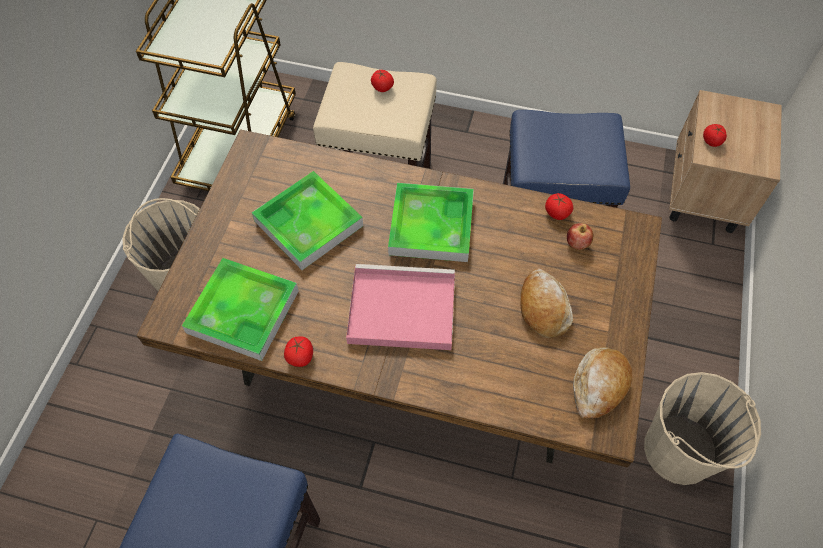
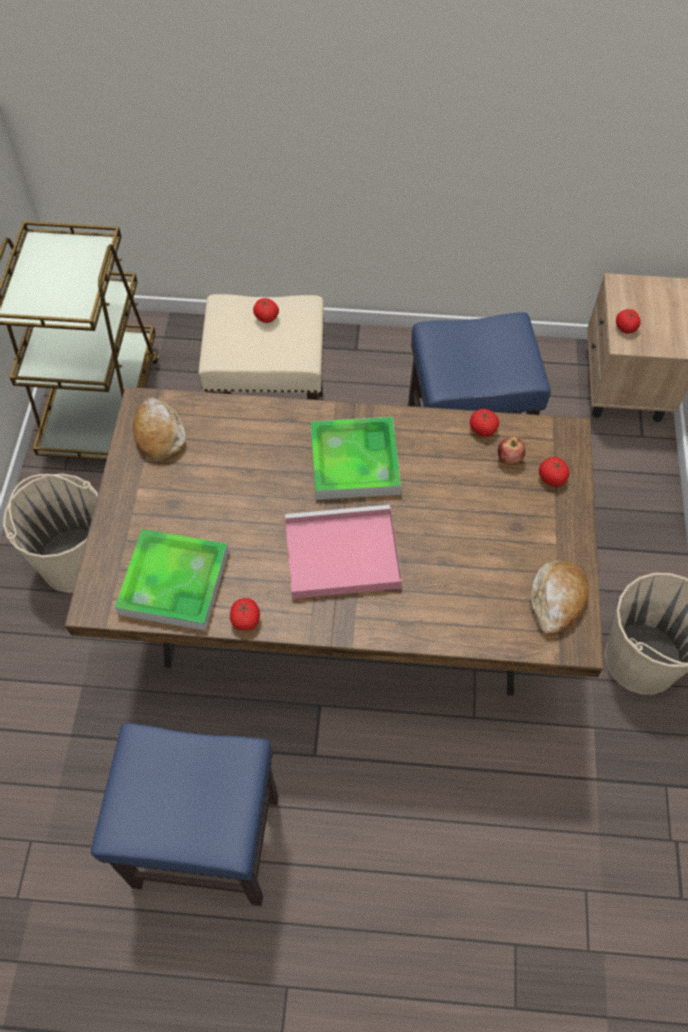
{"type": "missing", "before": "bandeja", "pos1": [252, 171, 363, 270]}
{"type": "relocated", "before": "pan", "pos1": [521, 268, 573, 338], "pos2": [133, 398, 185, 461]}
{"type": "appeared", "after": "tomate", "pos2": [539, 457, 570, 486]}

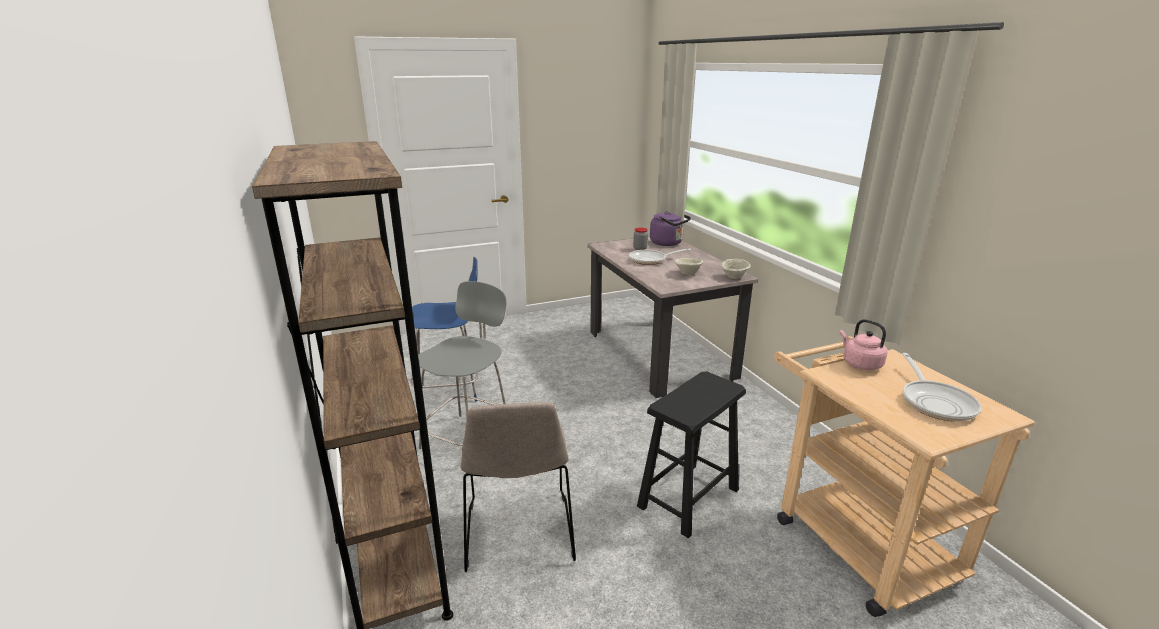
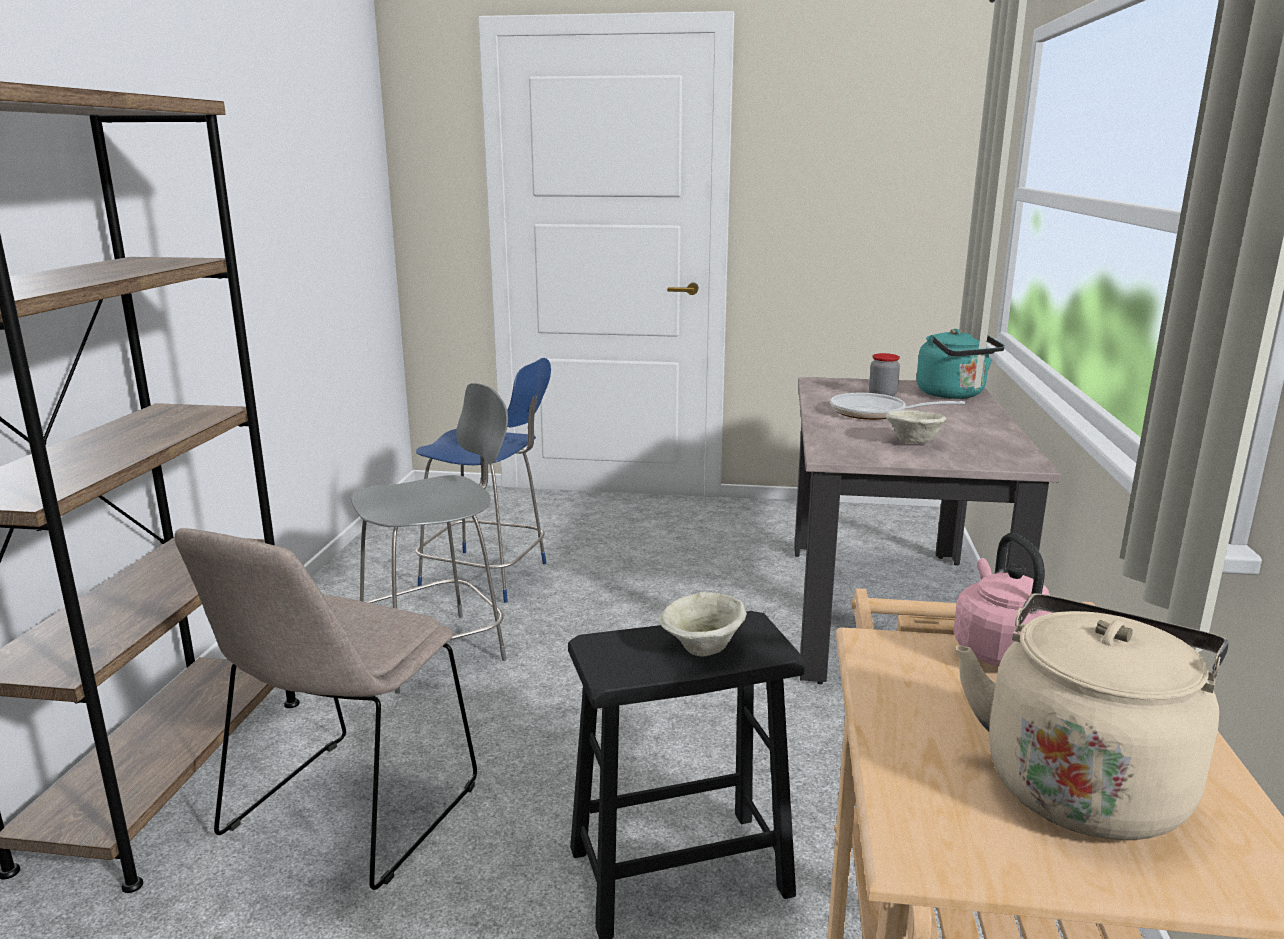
{"type": "colour", "before": "hervidor (morado)", "after": "hervidor (turquesa)", "pos1": [650, 211, 691, 246], "pos2": [917, 329, 1005, 399]}
{"type": "relocated", "before": "cuenco (beis)", "pos1": [721, 259, 751, 279], "pos2": [659, 592, 747, 657]}
{"type": "exchanged", "before": "sartén", "after": "hervidor (beis)", "pos1": [902, 353, 981, 422], "pos2": [956, 593, 1228, 840]}

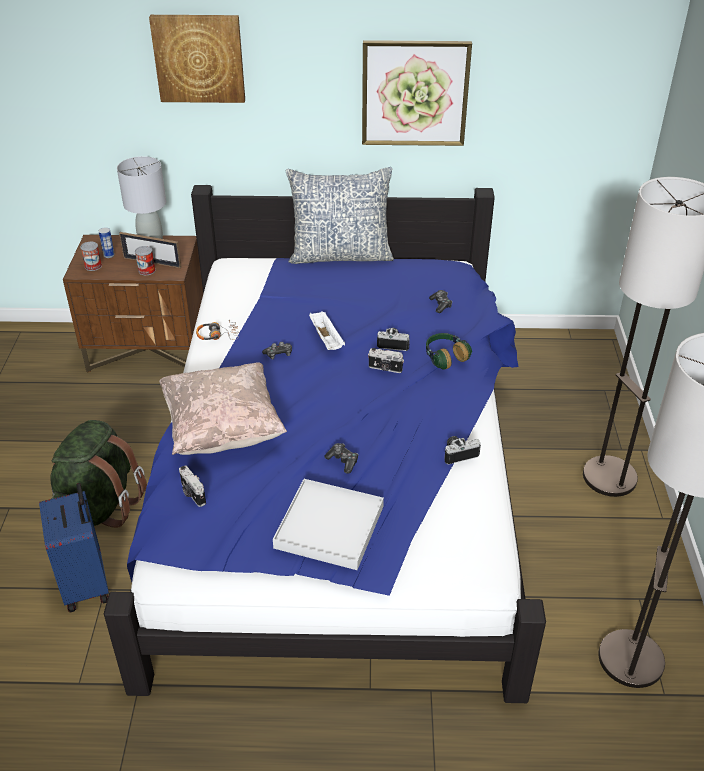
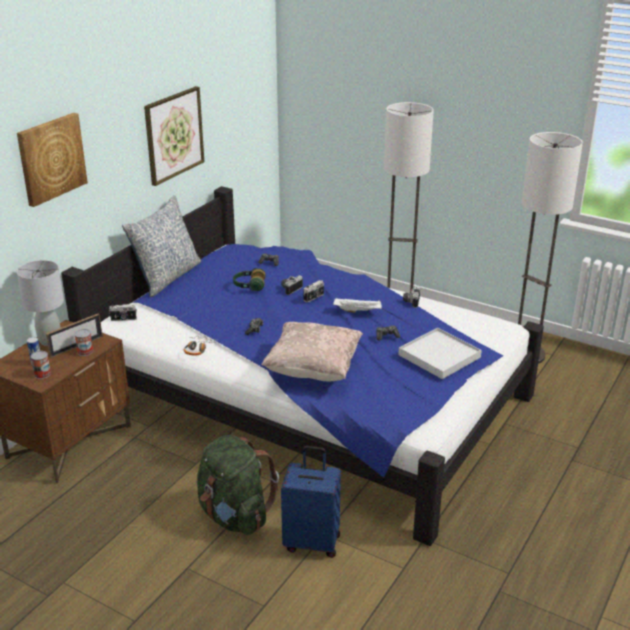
{"type": "relocated", "before": "cámara", "pos1": [179, 465, 206, 507], "pos2": [109, 304, 137, 321]}
{"type": "relocated", "before": "bandeja (blanco)", "pos1": [309, 311, 345, 350], "pos2": [333, 298, 382, 313]}
{"type": "relocated", "before": "auriculares", "pos1": [426, 333, 472, 370], "pos2": [233, 268, 266, 291]}

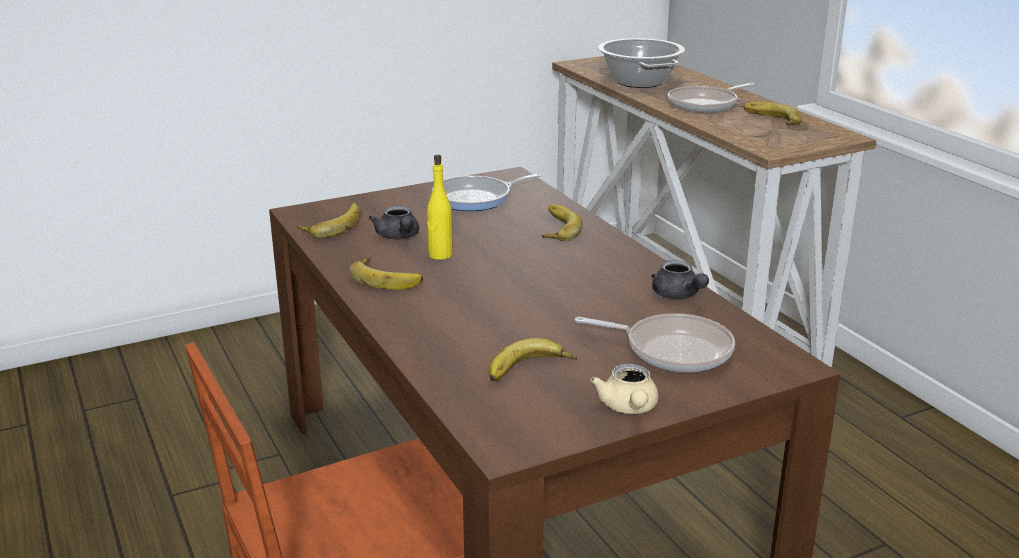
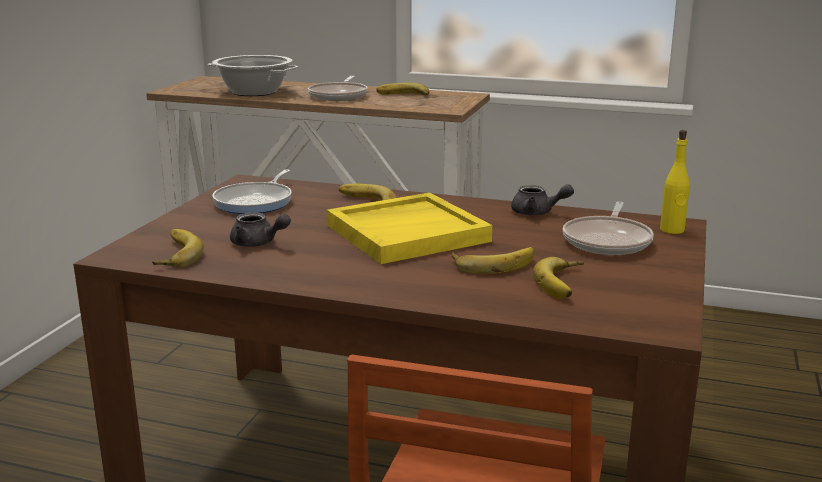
{"type": "relocated", "before": "plátano", "pos1": [349, 256, 423, 290], "pos2": [452, 247, 534, 274]}
{"type": "relocated", "before": "botella (amarillo)", "pos1": [427, 155, 453, 260], "pos2": [660, 130, 690, 234]}
{"type": "spun", "before": "sartén", "pos1": [575, 313, 735, 373], "pos2": [563, 201, 654, 255], "turn": 135}
{"type": "missing", "before": "tetera (beis)", "pos1": [590, 364, 659, 414]}
{"type": "appeared", "after": "bandeja (amarillo)", "pos2": [327, 193, 492, 264]}

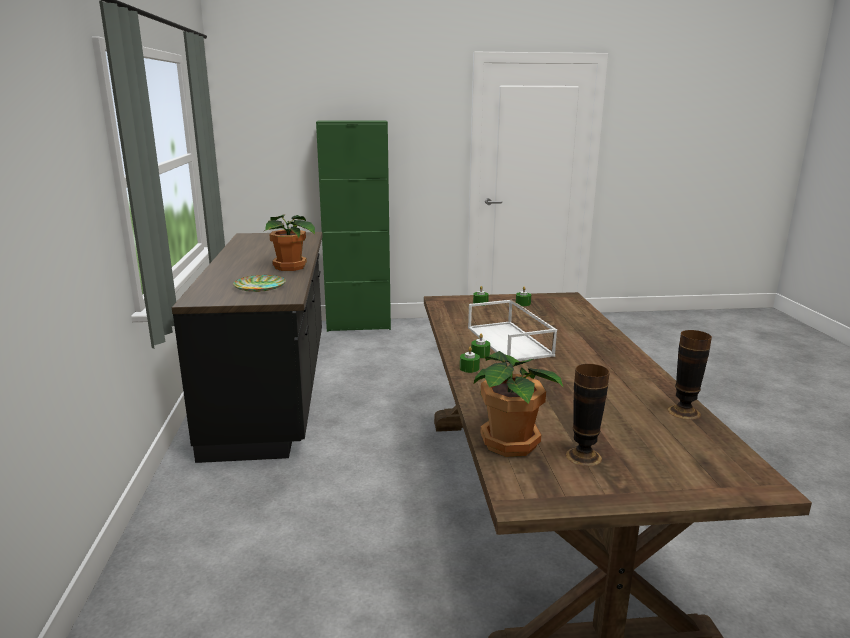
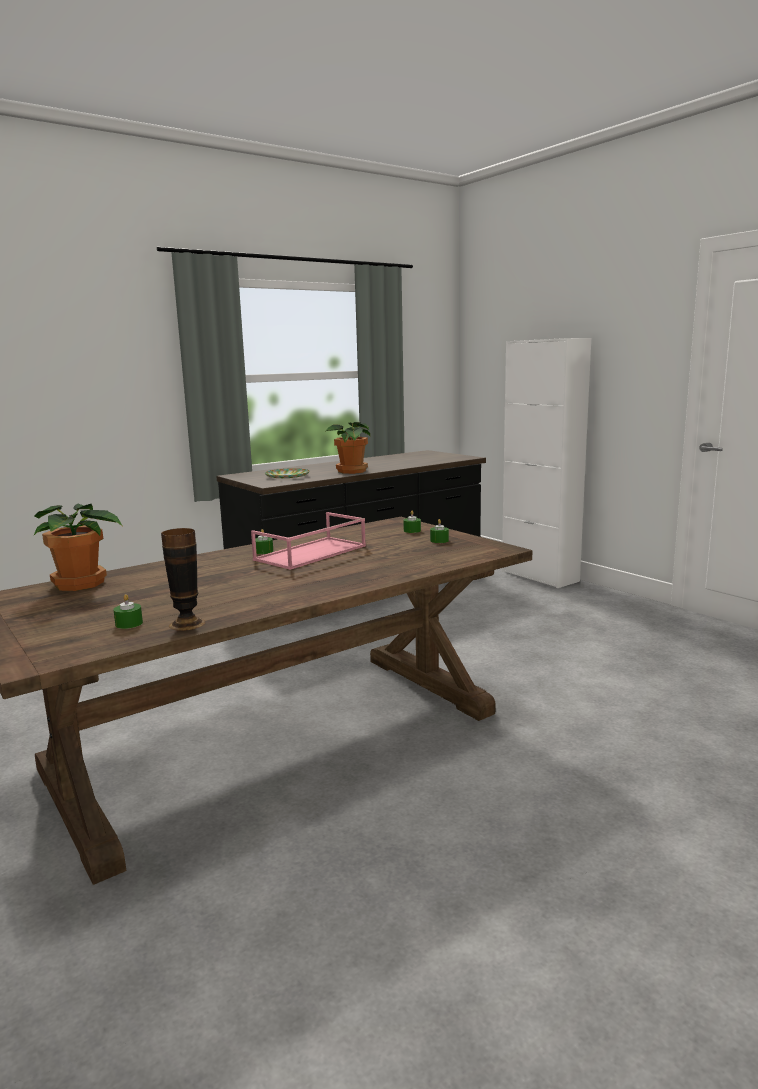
{"type": "colour", "before": "armario (verde)", "after": "armario (blanco)", "pos1": [316, 121, 391, 332], "pos2": [502, 338, 591, 588]}
{"type": "relocated", "before": "vela (verde)", "pos1": [460, 347, 480, 373], "pos2": [113, 594, 143, 629]}
{"type": "colour", "before": "bandeja (blanco)", "after": "bandeja (rosa)", "pos1": [468, 300, 557, 363], "pos2": [251, 512, 366, 570]}
{"type": "missing", "before": "florero", "pos1": [566, 364, 610, 467]}

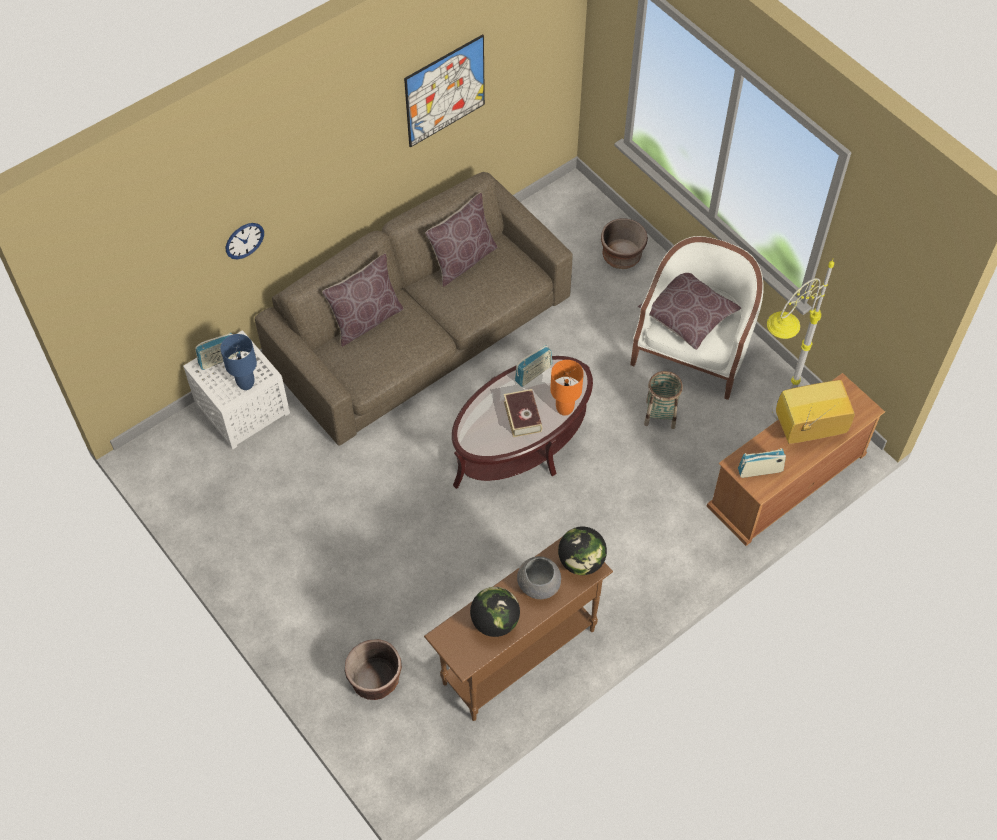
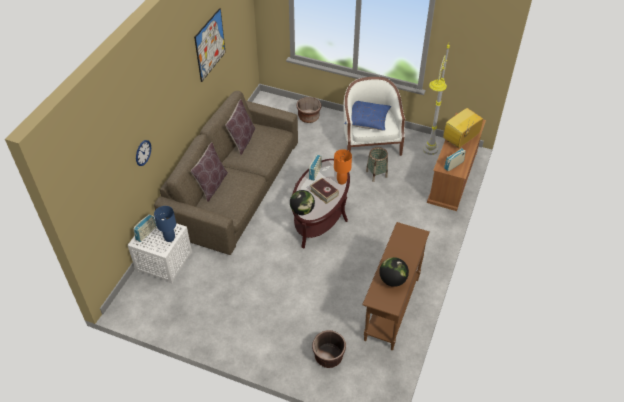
{"type": "missing", "before": "cuenco (gris)", "pos1": [517, 556, 561, 599]}
{"type": "relocated", "before": "globo terráqueo", "pos1": [558, 527, 607, 575], "pos2": [290, 190, 315, 215]}
{"type": "colour", "before": "cojín (marrón)", "after": "cojín (azul)", "pos1": [638, 273, 741, 350], "pos2": [344, 101, 391, 131]}

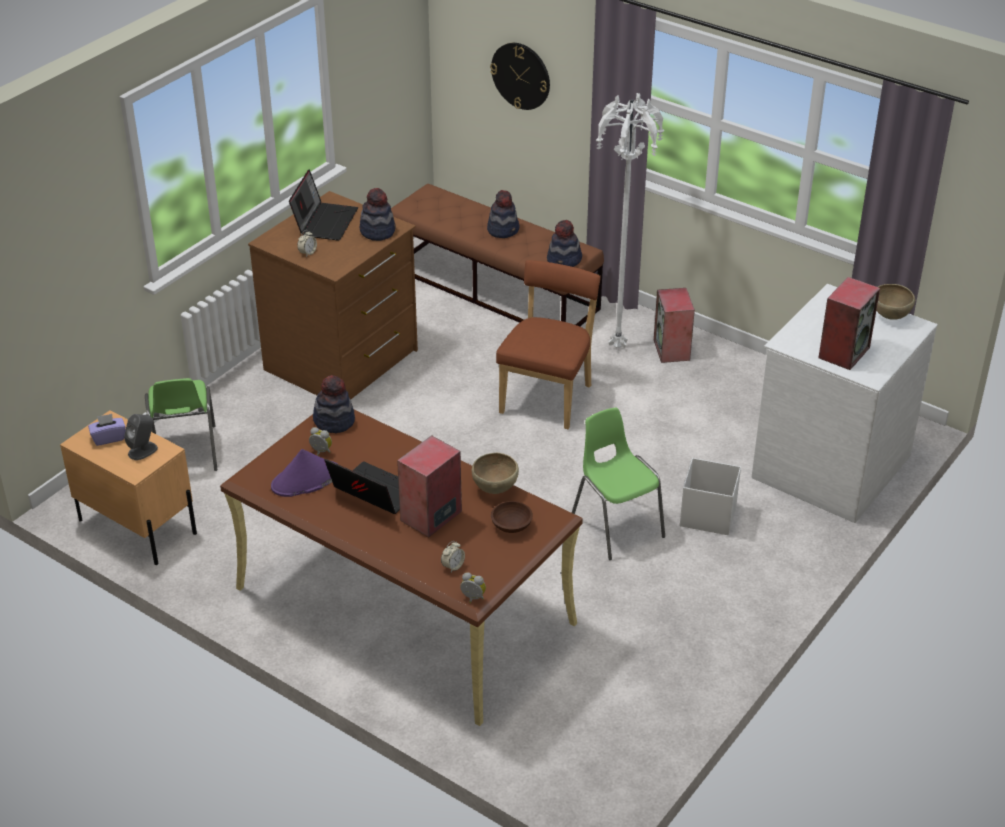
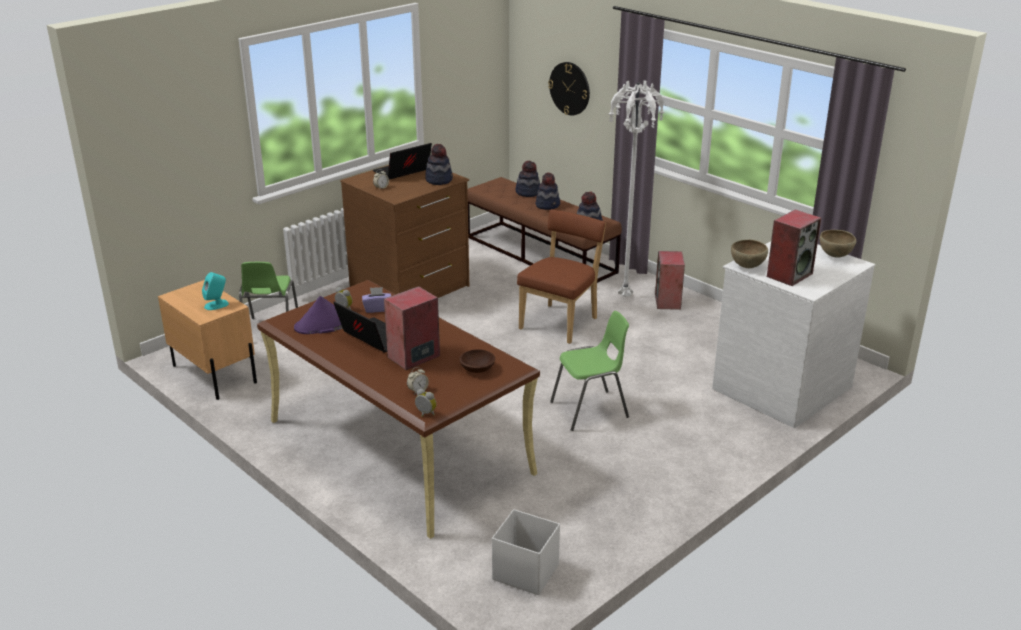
{"type": "relocated", "before": "caja de pañuelos (morado)", "pos1": [88, 414, 126, 446], "pos2": [362, 287, 391, 313]}
{"type": "colour", "before": "altavoz (gris)", "after": "altavoz (turquesa)", "pos1": [124, 414, 158, 460], "pos2": [202, 272, 229, 310]}
{"type": "spun", "before": "portátil", "pos1": [289, 169, 358, 241], "pos2": [373, 143, 432, 180], "turn": -150}
{"type": "relocated", "before": "sombrero", "pos1": [313, 375, 355, 433], "pos2": [516, 161, 540, 197]}
{"type": "relocated", "before": "cuenco (marrón)", "pos1": [472, 453, 519, 494], "pos2": [731, 240, 768, 268]}
{"type": "spun", "before": "silla (verde)", "pos1": [572, 408, 665, 560], "pos2": [550, 311, 629, 431], "turn": 90}
{"type": "relocated", "before": "caja de almacenaje (blanco)", "pos1": [680, 458, 741, 535], "pos2": [492, 509, 560, 595]}

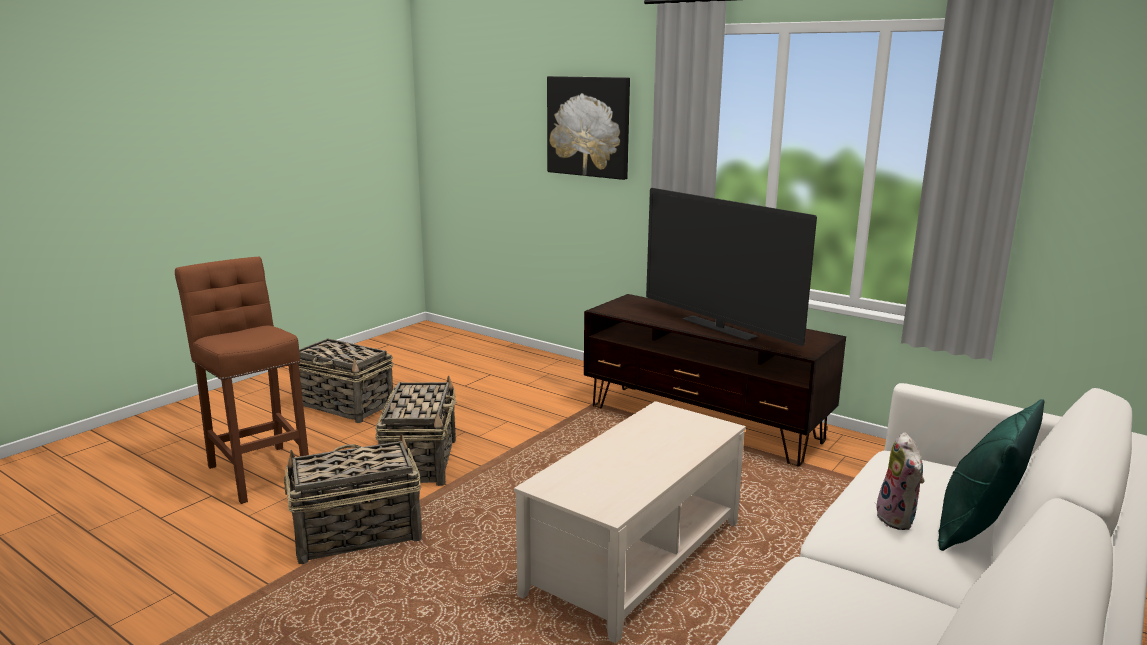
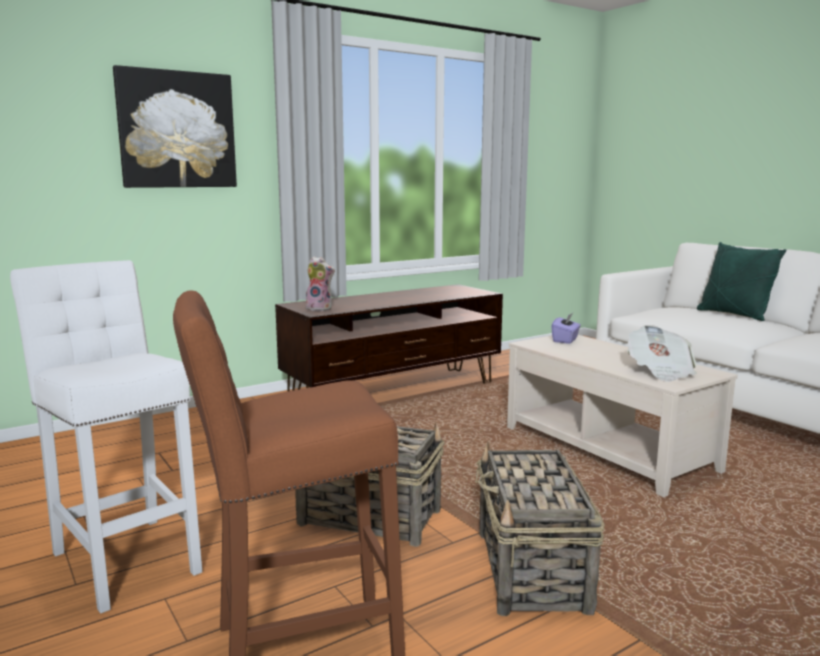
{"type": "exchanged", "before": "cesta", "after": "taburete (blanco)", "pos1": [298, 338, 393, 423], "pos2": [10, 260, 203, 613]}
{"type": "missing", "before": "televisor", "pos1": [646, 188, 817, 346]}
{"type": "relocated", "before": "peluche", "pos1": [876, 432, 925, 530], "pos2": [304, 256, 335, 311]}
{"type": "appeared", "after": "caja de pañuelos (morado)", "pos2": [551, 313, 581, 344]}
{"type": "appeared", "after": "periódico", "pos2": [627, 325, 697, 382]}

